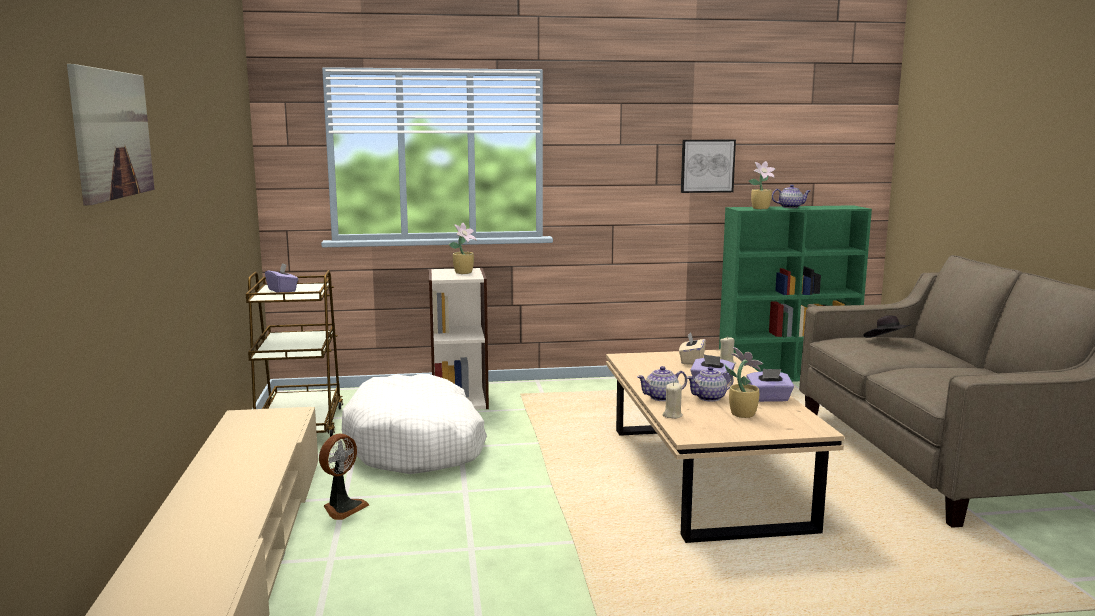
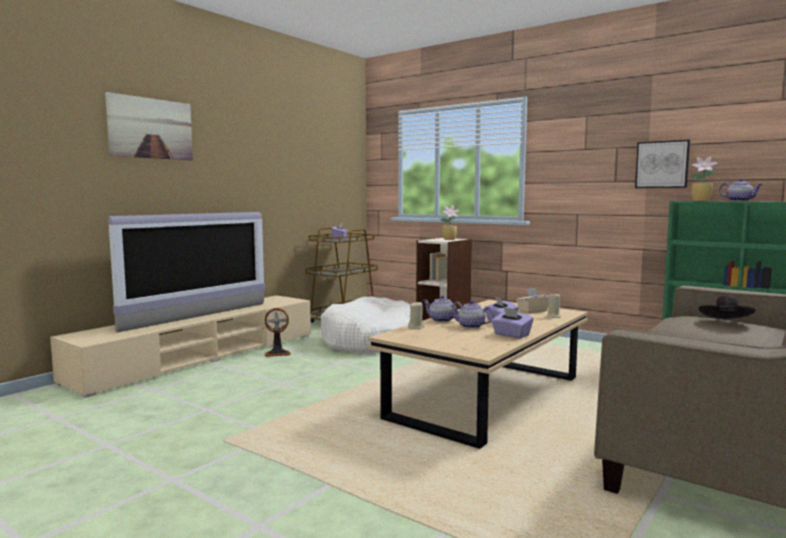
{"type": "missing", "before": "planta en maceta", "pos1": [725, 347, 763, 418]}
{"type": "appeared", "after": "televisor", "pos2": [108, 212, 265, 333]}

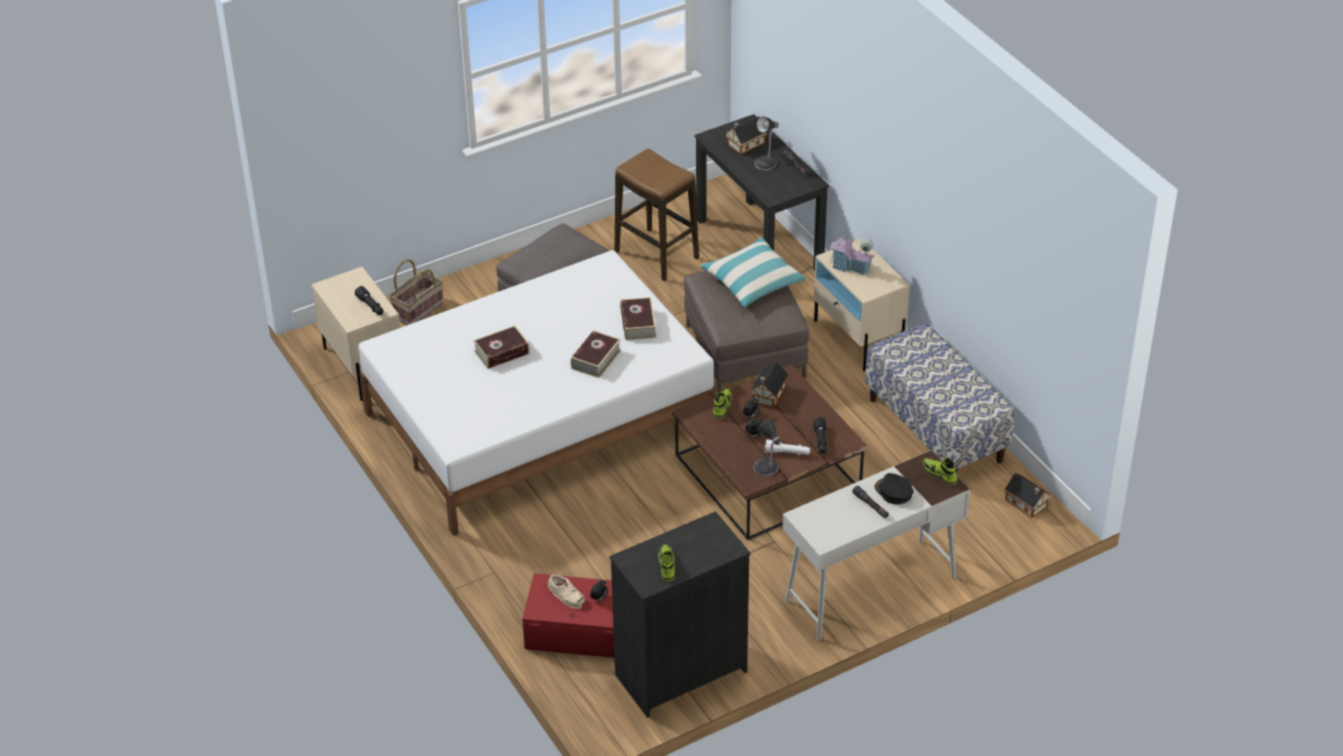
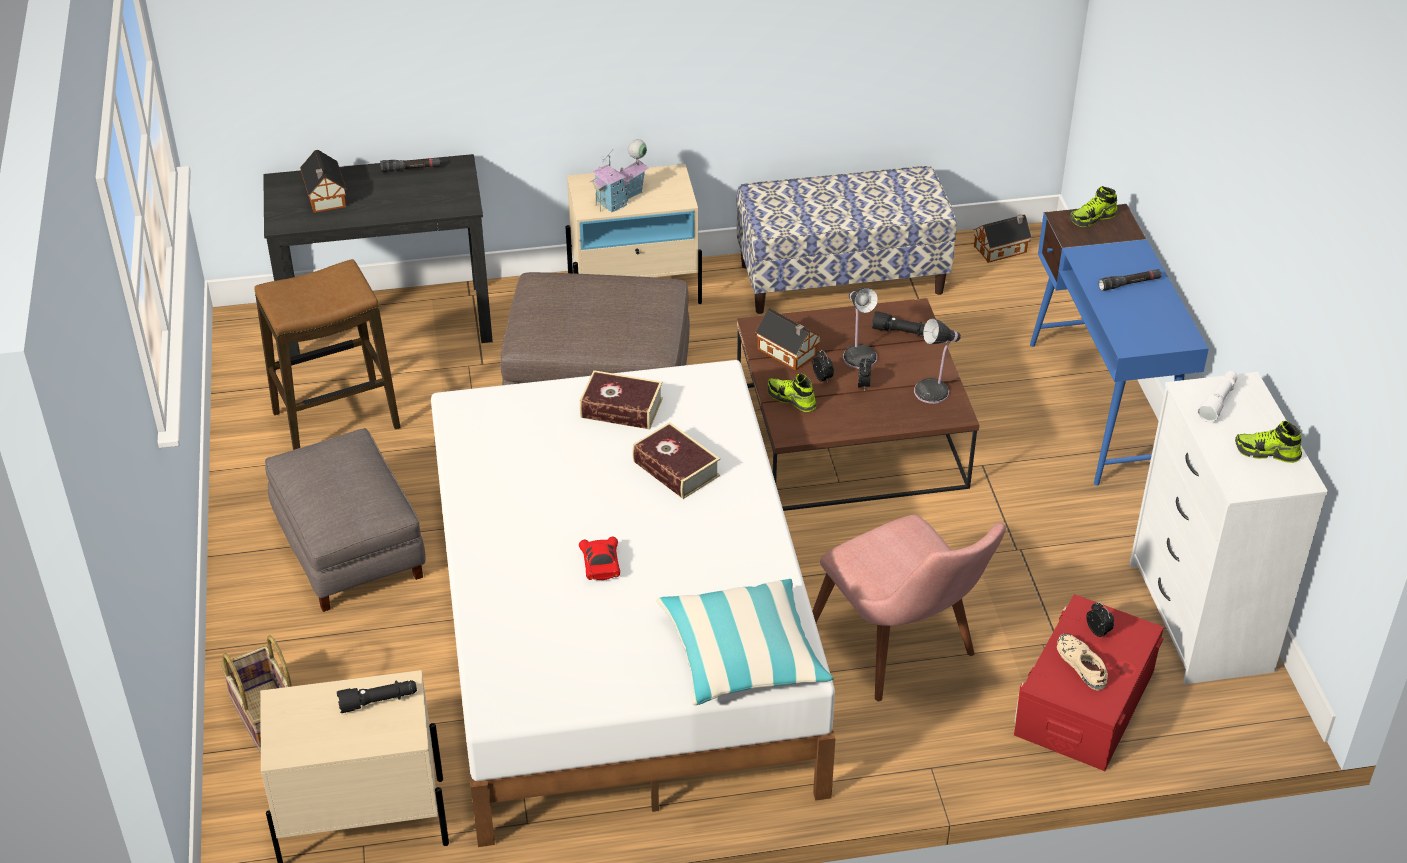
{"type": "exchanged", "before": "libro", "after": "coche de juguete (rojo)", "pos1": [473, 325, 530, 369], "pos2": [579, 537, 620, 580]}
{"type": "spun", "before": "zapato (beis)", "pos1": [548, 573, 585, 609], "pos2": [1057, 634, 1108, 690], "turn": -90}
{"type": "colour", "before": "cómoda (negro)", "after": "cómoda (blanco)", "pos1": [609, 511, 751, 718], "pos2": [1129, 372, 1328, 684]}
{"type": "relocated", "before": "cojín", "pos1": [700, 237, 805, 308], "pos2": [656, 579, 834, 705]}
{"type": "relocated", "before": "lámpara de mesa", "pos1": [754, 117, 778, 170], "pos2": [843, 288, 878, 369]}
{"type": "relocated", "before": "linterna (blanco)", "pos1": [765, 439, 810, 455], "pos2": [1197, 371, 1238, 422]}
{"type": "colour", "before": "escritorio (blanco)", "after": "escritorio (azul)", "pos1": [782, 450, 970, 640], "pos2": [1030, 204, 1209, 485]}
{"type": "missing", "before": "gorra (negro)", "pos1": [874, 473, 914, 504]}
{"type": "appeared", "after": "silla (rosa)", "pos2": [812, 515, 1006, 701]}

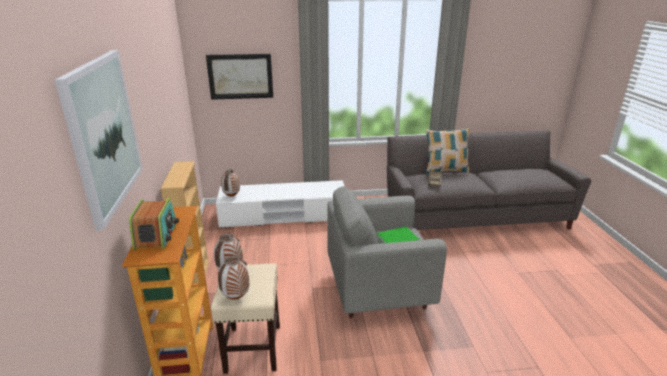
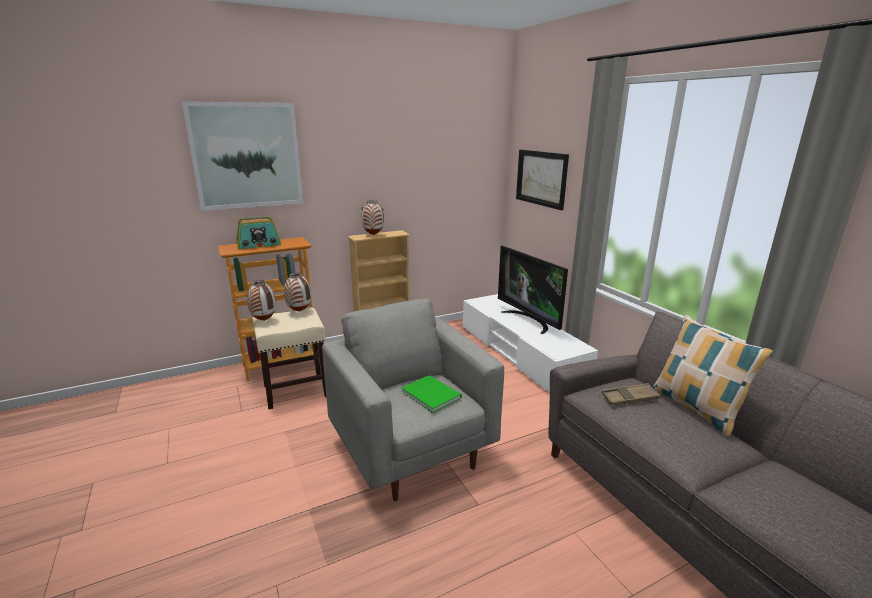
{"type": "relocated", "before": "florero", "pos1": [221, 170, 240, 197], "pos2": [361, 200, 384, 235]}
{"type": "appeared", "after": "televisor", "pos2": [498, 246, 568, 334]}

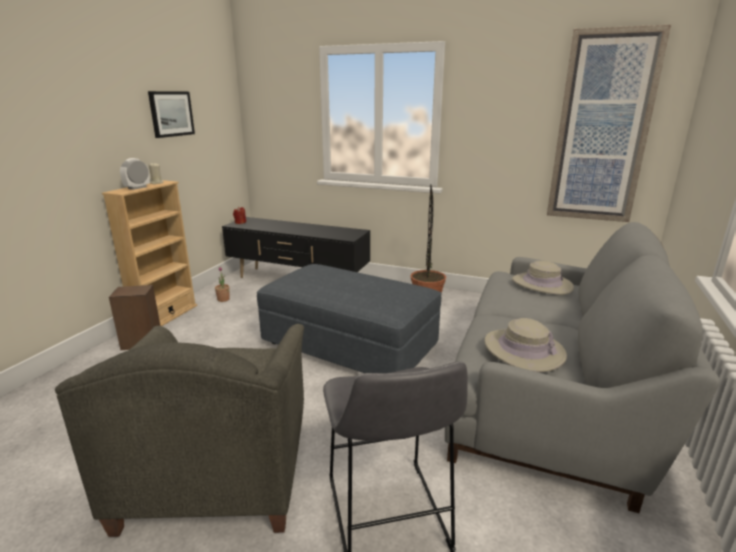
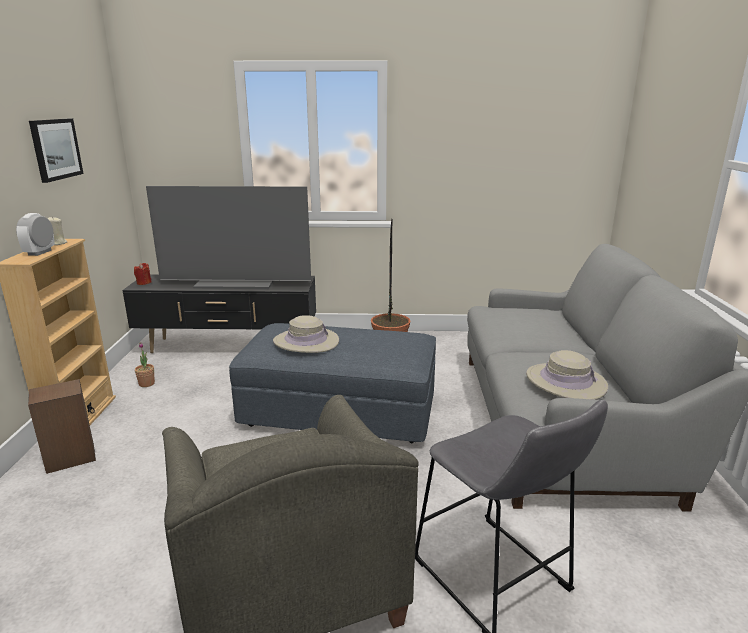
{"type": "relocated", "before": "sombrero (beis)", "pos1": [512, 261, 574, 295], "pos2": [273, 315, 339, 353]}
{"type": "missing", "before": "cuadro", "pos1": [547, 25, 671, 222]}
{"type": "appeared", "after": "televisor", "pos2": [146, 186, 311, 289]}

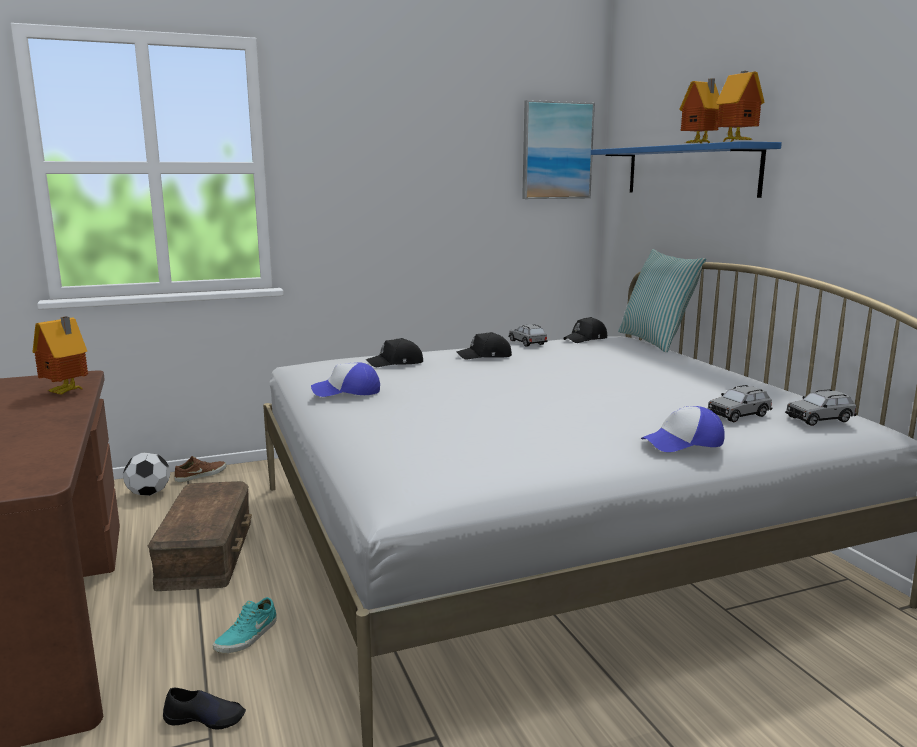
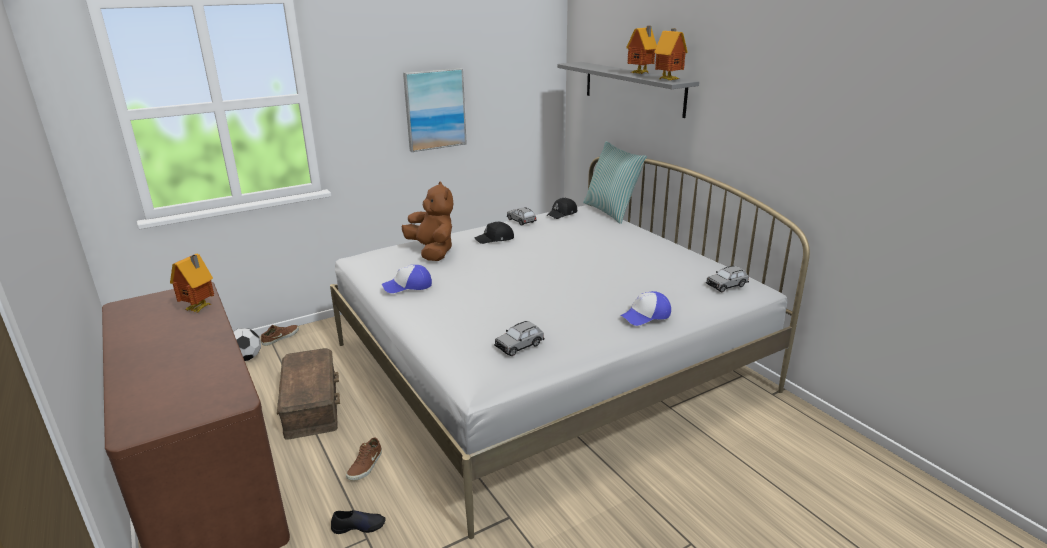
{"type": "colour", "before": "zapato (turquesa)", "after": "zapato (marrón)", "pos1": [213, 597, 277, 653], "pos2": [346, 438, 382, 481]}
{"type": "exchanged", "before": "gorra (negro)", "after": "peluche (marrón)", "pos1": [366, 338, 423, 367], "pos2": [402, 181, 453, 261]}
{"type": "relocated", "before": "cuadro", "pos1": [522, 100, 595, 199], "pos2": [403, 68, 467, 152]}
{"type": "colour", "before": "estante (azul)", "after": "estante (gris)", "pos1": [591, 141, 782, 198], "pos2": [557, 62, 699, 118]}
{"type": "relocated", "before": "coche de juguete (gris)", "pos1": [708, 385, 772, 422], "pos2": [494, 321, 545, 356]}

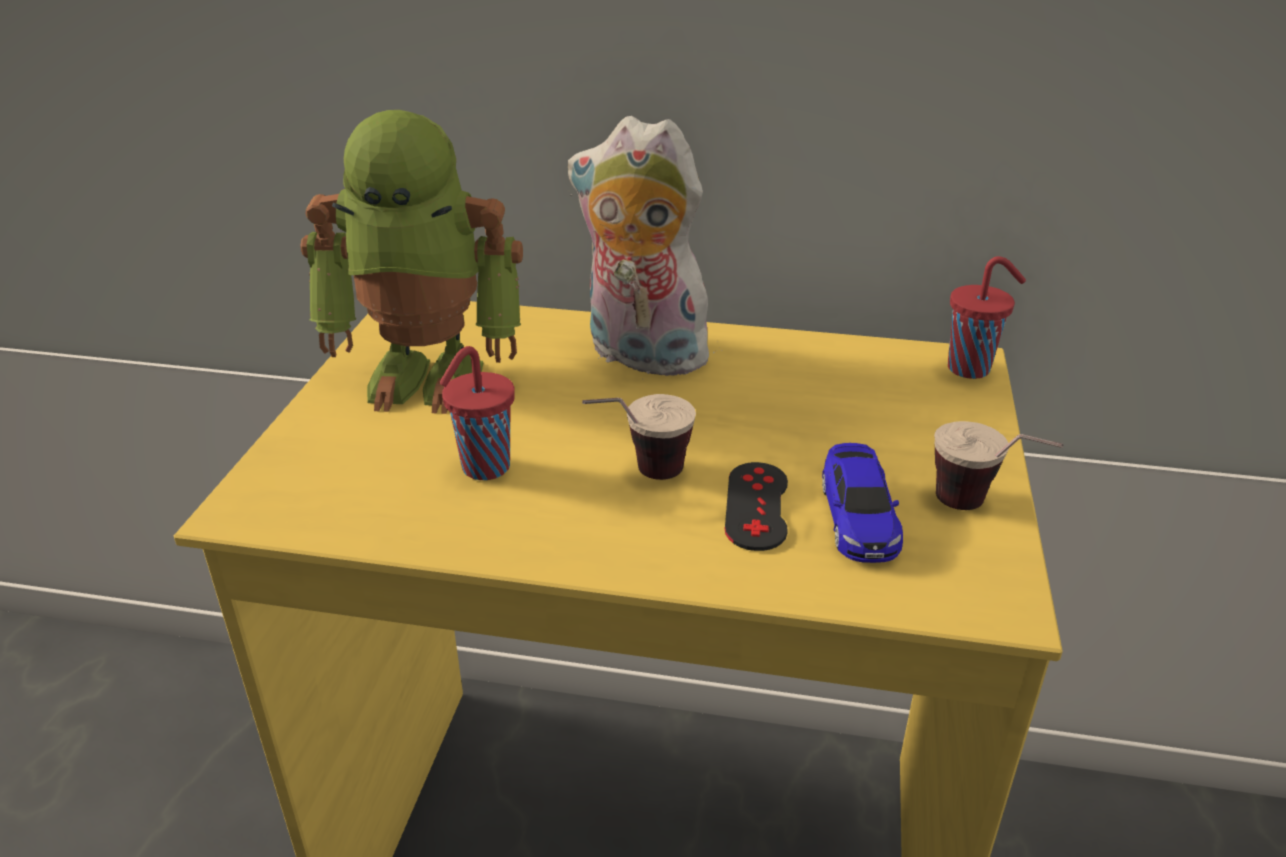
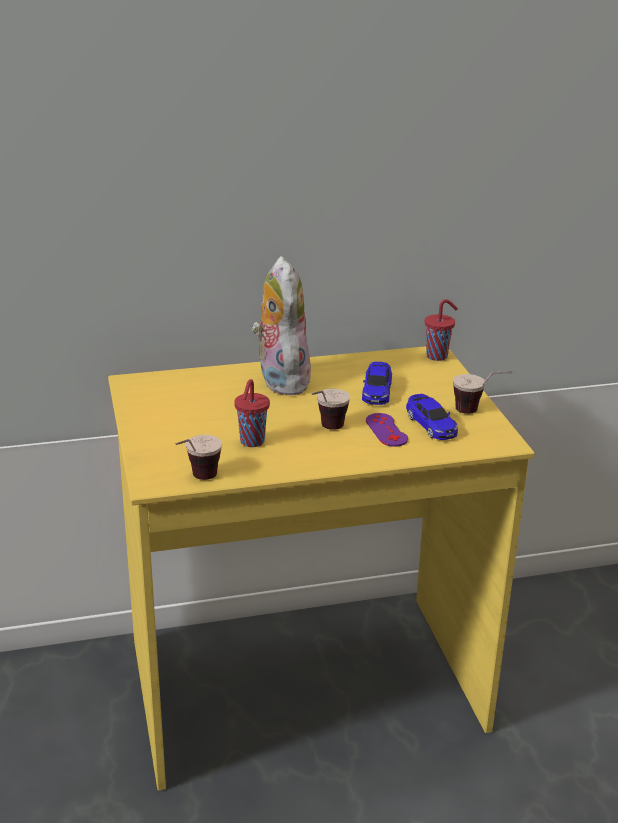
{"type": "missing", "before": "robot de juguete", "pos1": [300, 110, 523, 414]}
{"type": "spun", "before": "peluche", "pos1": [568, 116, 722, 376], "pos2": [252, 256, 311, 396], "turn": 75}
{"type": "colour", "before": "mando de consola (negro)", "after": "mando de consola (morado)", "pos1": [725, 462, 788, 551], "pos2": [366, 413, 408, 447]}
{"type": "appeared", "after": "taza", "pos2": [176, 435, 222, 480]}
{"type": "appeared", "after": "coche de juguete", "pos2": [362, 362, 392, 405]}

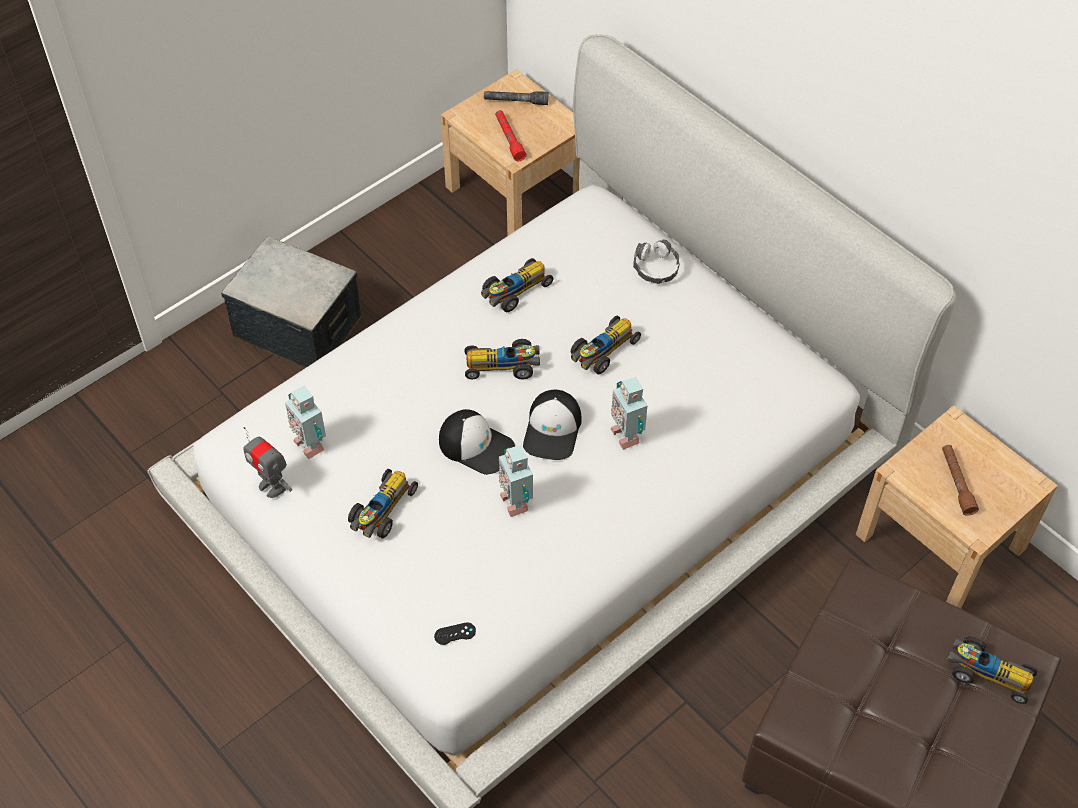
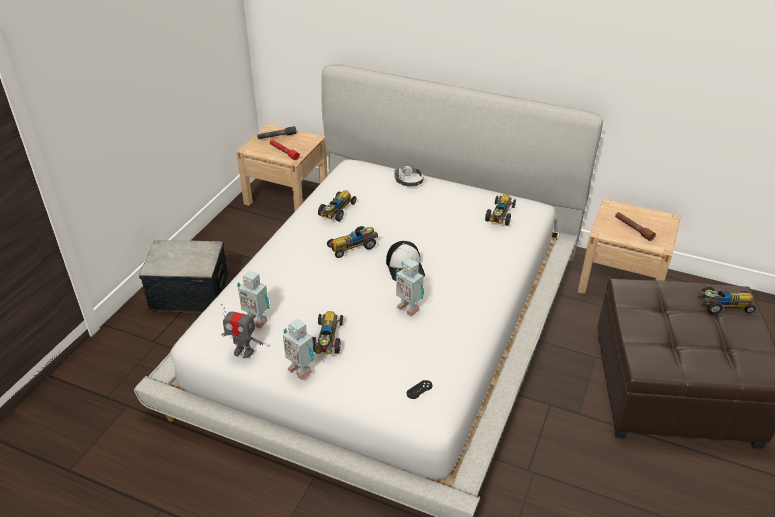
{"type": "missing", "before": "gorra", "pos1": [439, 409, 515, 475]}
{"type": "relocated", "before": "coche de juguete", "pos1": [570, 316, 641, 375], "pos2": [485, 194, 516, 226]}
{"type": "relocated", "before": "robot de juguete", "pos1": [611, 377, 647, 450], "pos2": [283, 319, 314, 380]}

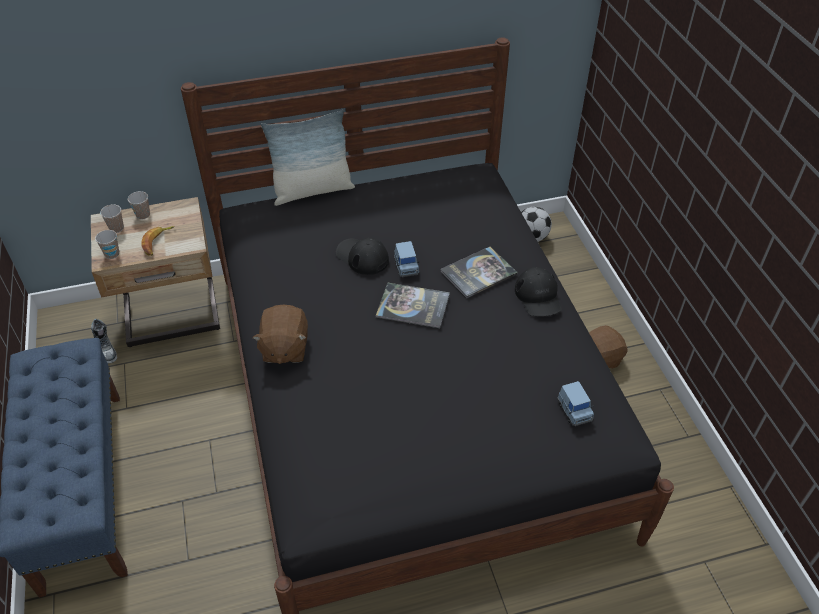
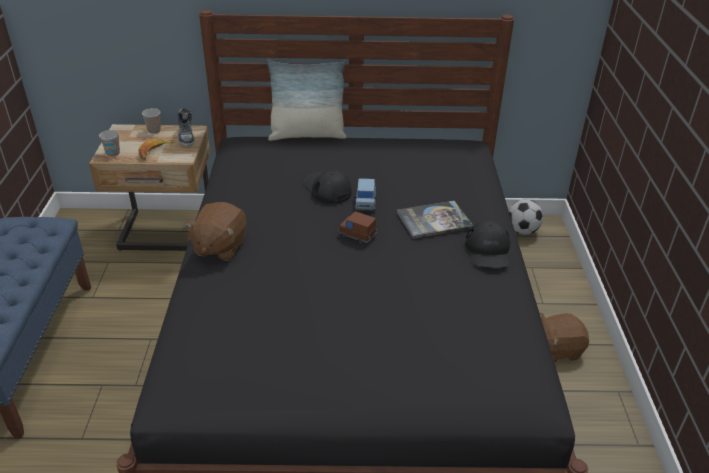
{"type": "relocated", "before": "zapato", "pos1": [91, 319, 117, 364], "pos2": [178, 108, 195, 146]}
{"type": "missing", "before": "taza", "pos1": [100, 204, 124, 233]}
{"type": "exchanged", "before": "libro", "after": "coche de juguete (marrón)", "pos1": [376, 283, 450, 328], "pos2": [338, 211, 377, 244]}
{"type": "missing", "before": "coche de juguete (azul)", "pos1": [557, 381, 594, 426]}

